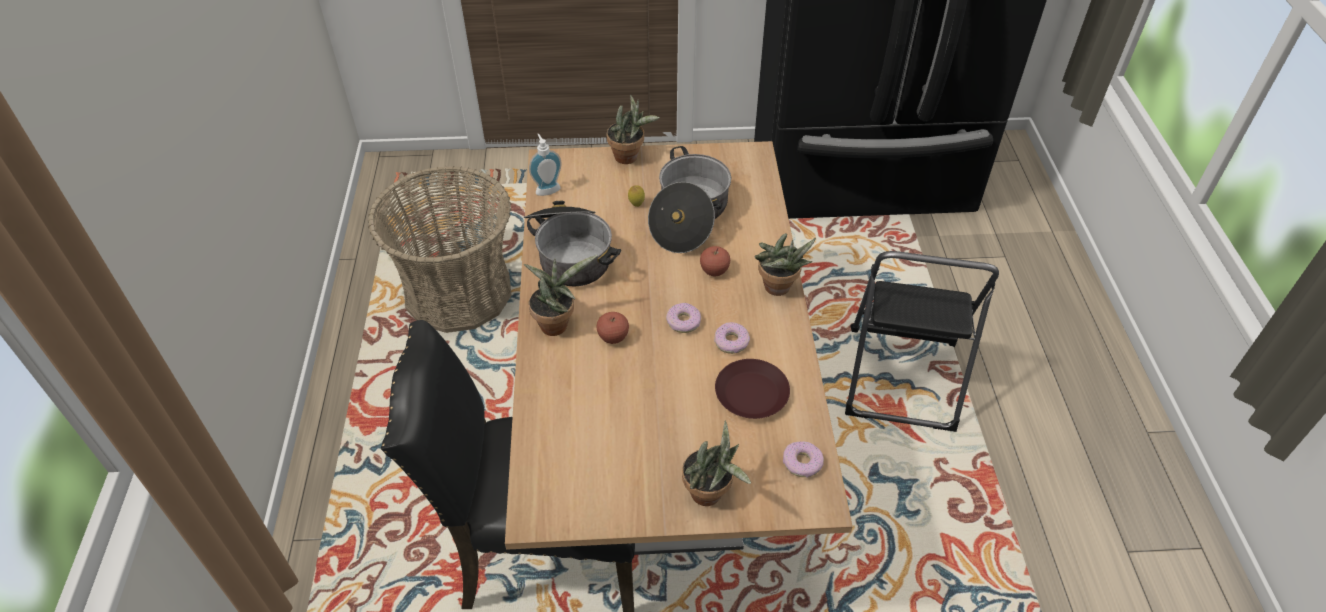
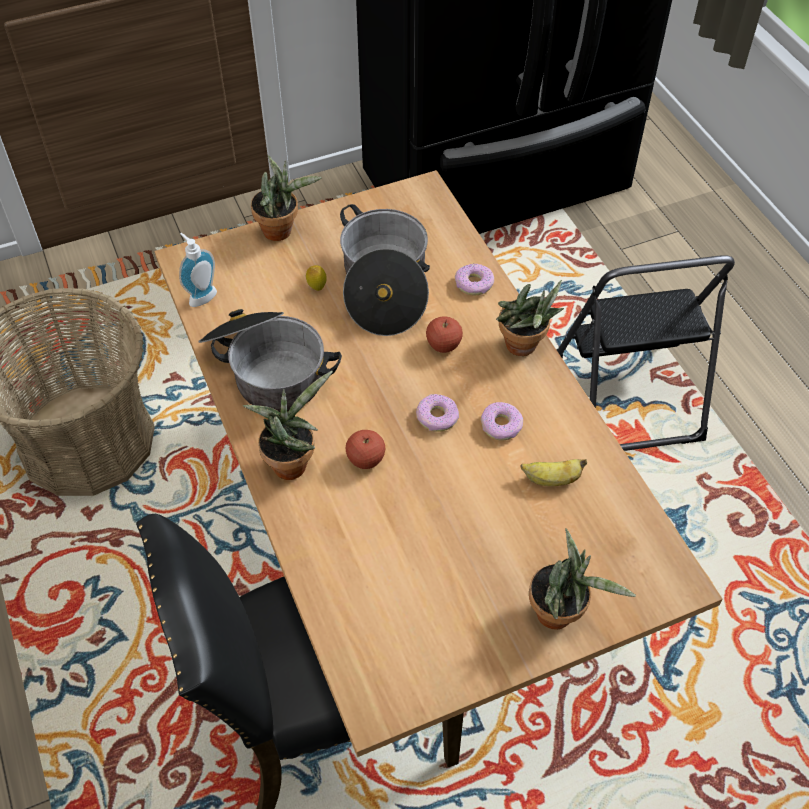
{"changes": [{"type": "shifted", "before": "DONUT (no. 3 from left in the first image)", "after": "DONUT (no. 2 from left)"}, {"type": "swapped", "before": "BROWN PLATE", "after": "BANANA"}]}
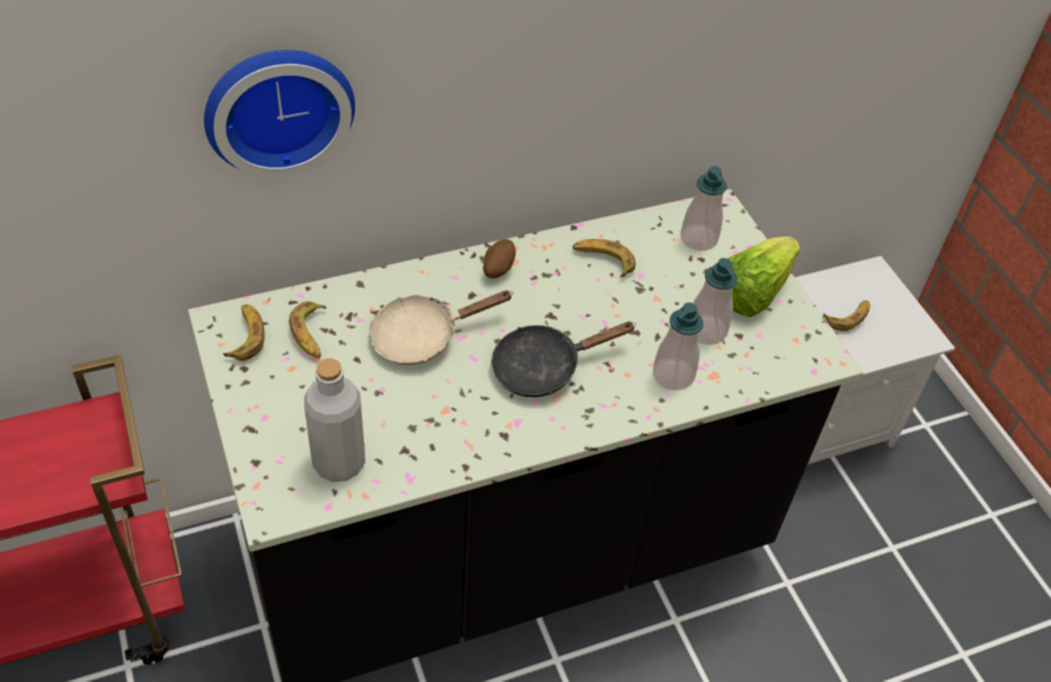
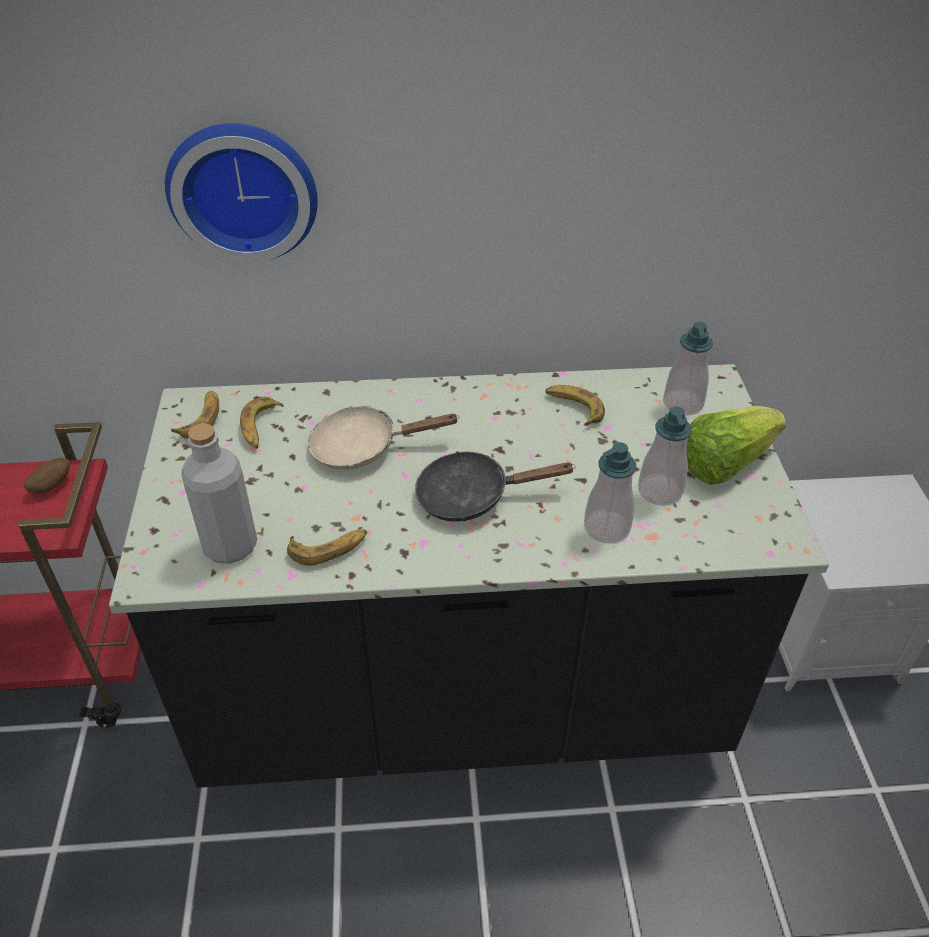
{"changes": [{"type": "shifted", "before": "POTATO"}, {"type": "shifted", "before": "BANANA (no. 4 from left in the first image)", "after": "BANANA (no. 3 from left)"}]}
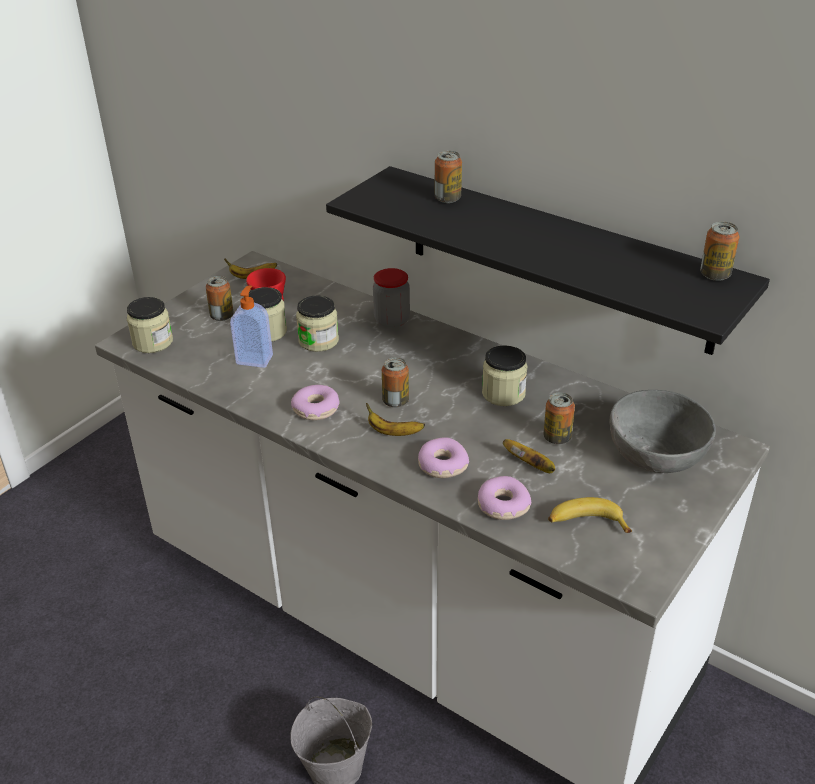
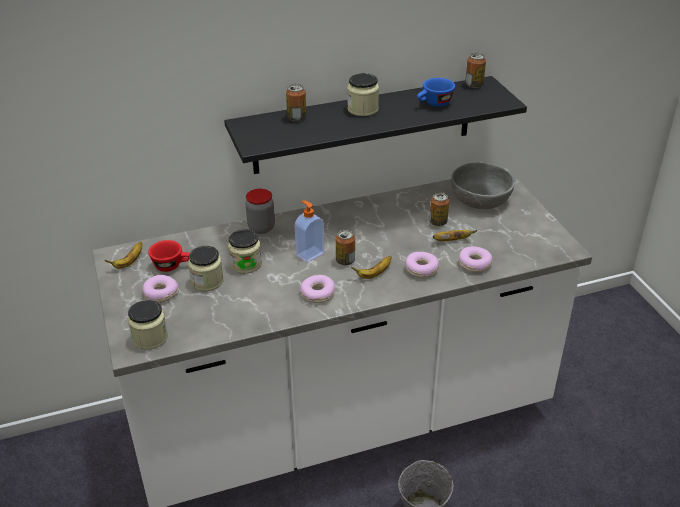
{"changes": [{"type": "swapped", "before": "CAN (no. 1 from left)", "after": "DONUT (no. 1 from left)"}, {"type": "shifted", "before": "SOAP DISPENSER"}, {"type": "shifted", "before": "JAR (no. 5 from left)"}, {"type": "new", "after": "BLUE CUP"}, {"type": "gone", "before": "BANANA (no. 4 from left)"}]}
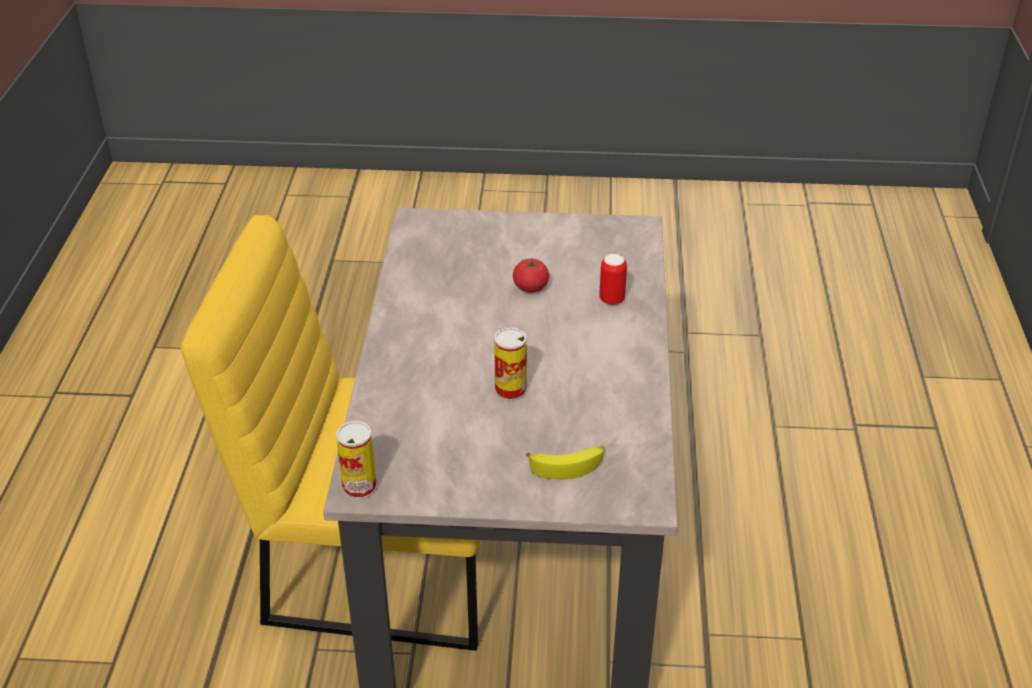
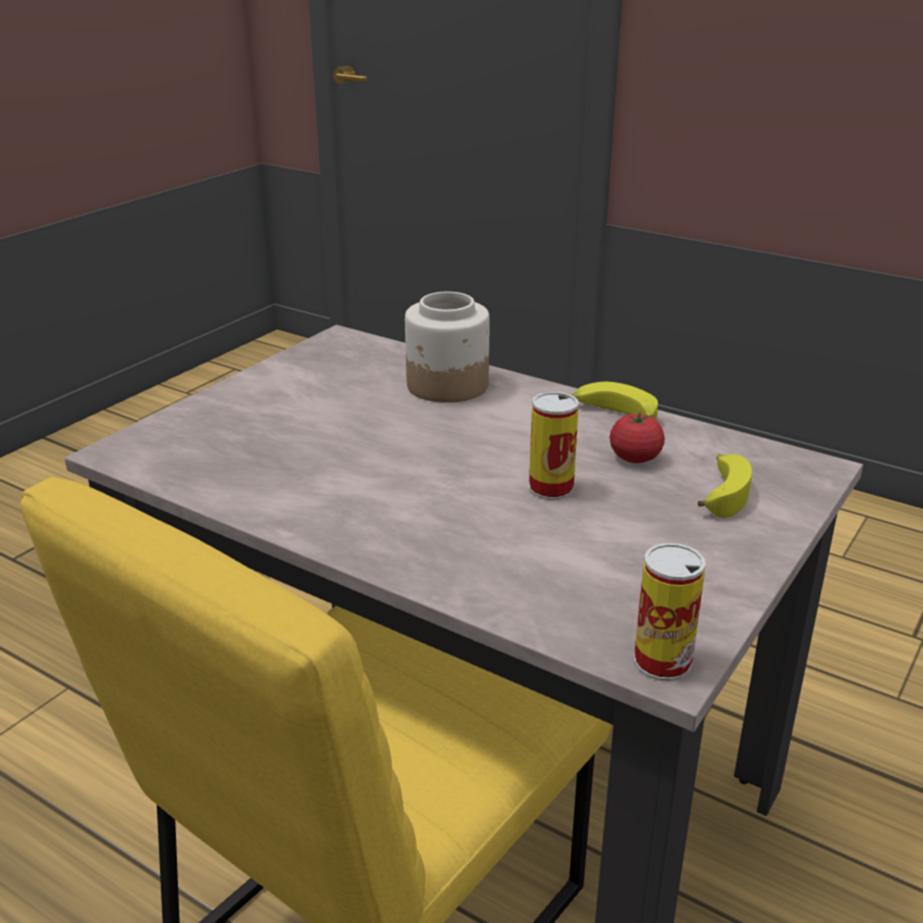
{"changes": [{"type": "swapped", "before": "CAN (no. 3 from left)", "after": "JAR"}, {"type": "new", "after": "BANANA (no. 1 from left)"}, {"type": "shifted", "before": "TOMATO"}]}
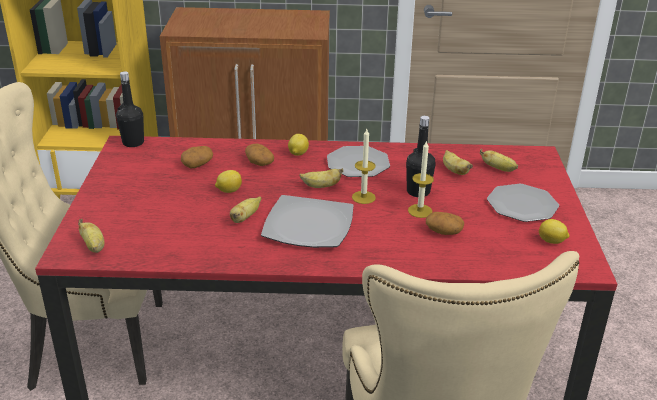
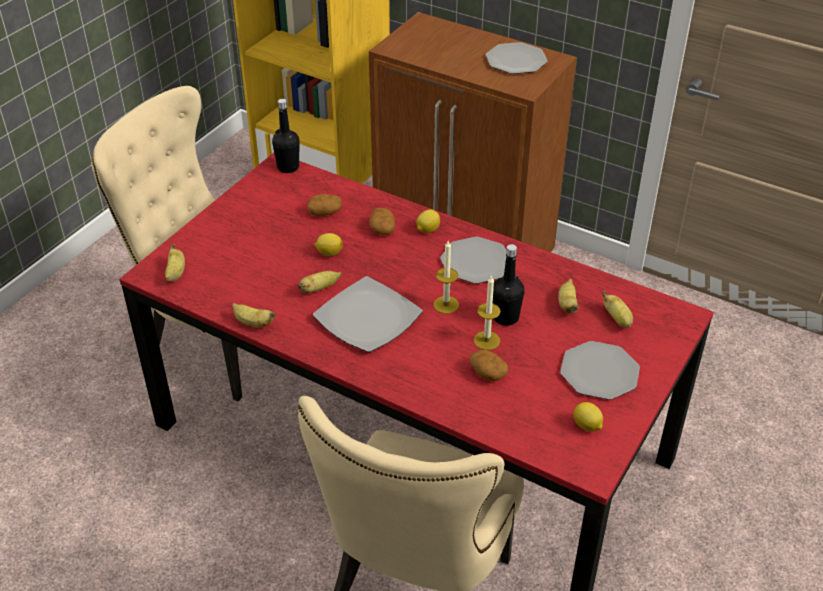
{"changes": [{"type": "shifted", "before": "BANANA (no. 3 from left in the first image)", "after": "BANANA (no. 2 from left)"}, {"type": "new", "after": "PLATE (no. 3 from left)"}]}
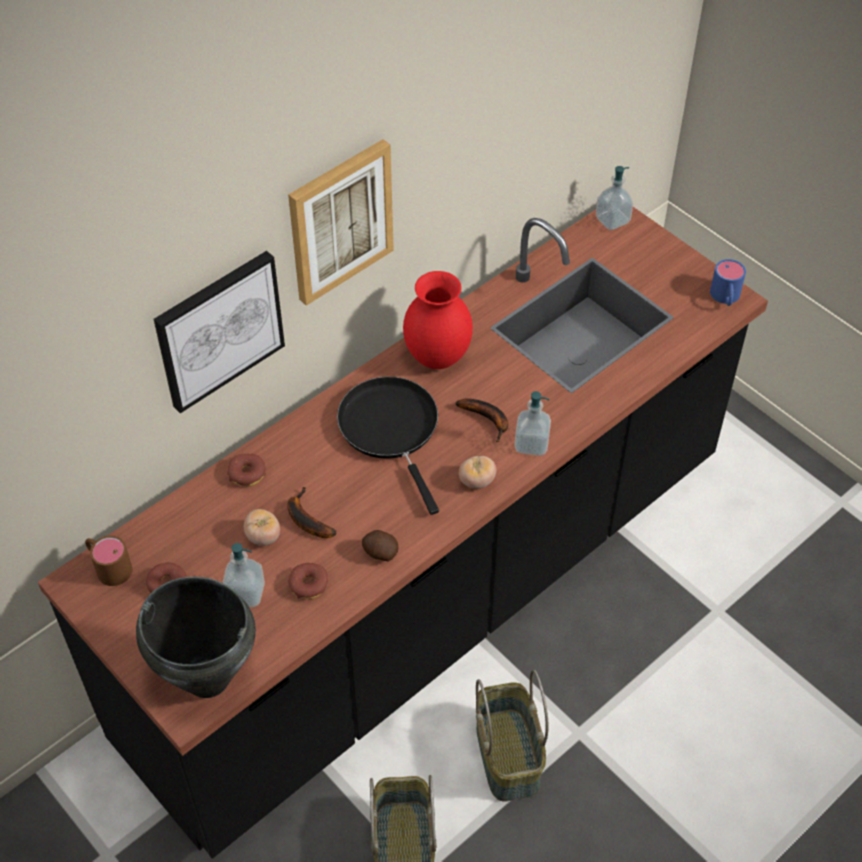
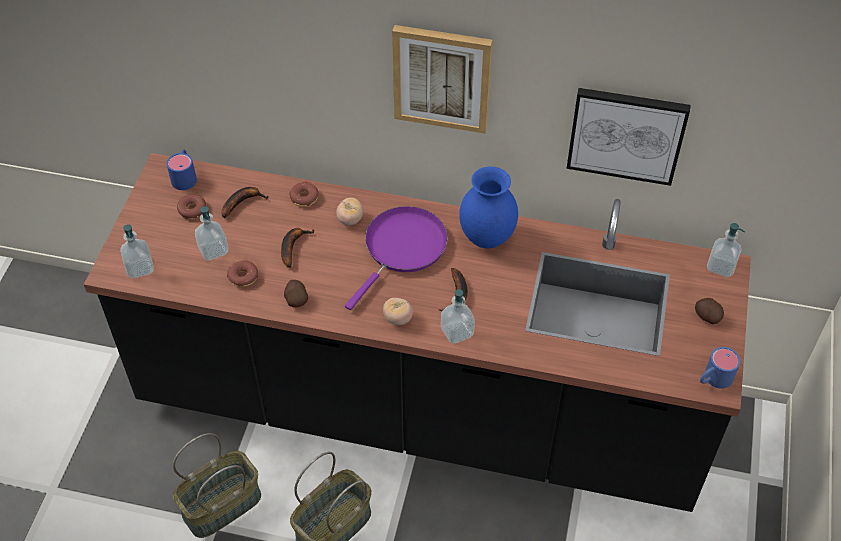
{"changes": [{"type": "swapped", "before": "BLACK COOKING POT", "after": "SOAP DISPENSER (no. 1 from left)"}, {"type": "repainted", "before": "BROWN MUG", "after": "BLUE MUG (no. 1 from left)"}, {"type": "new", "after": "BANANA (no. 1 from left)"}, {"type": "shifted", "before": "TOMATO (no. 1 from left)"}, {"type": "repainted", "before": "BLACK FRYING PAN", "after": "PURPLE FRYING PAN"}, {"type": "repainted", "before": "RED VASE", "after": "BLUE VASE"}, {"type": "shifted", "before": "PICTURE (no. 1 from left in the first image)", "after": "PICTURE (no. 2 from left)"}, {"type": "new", "after": "POTATO (no. 2 from left)"}]}
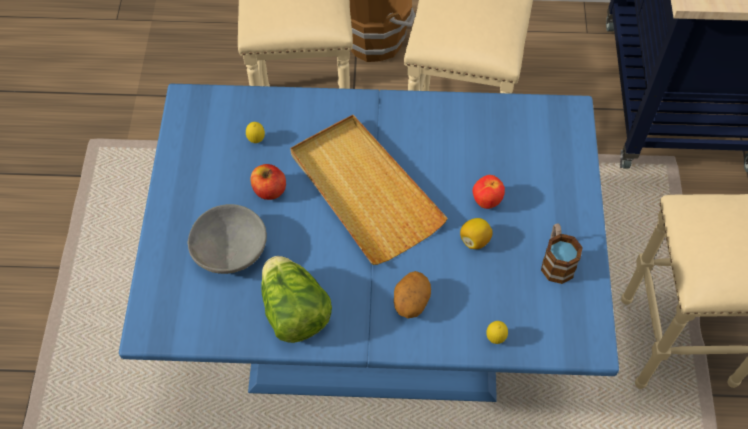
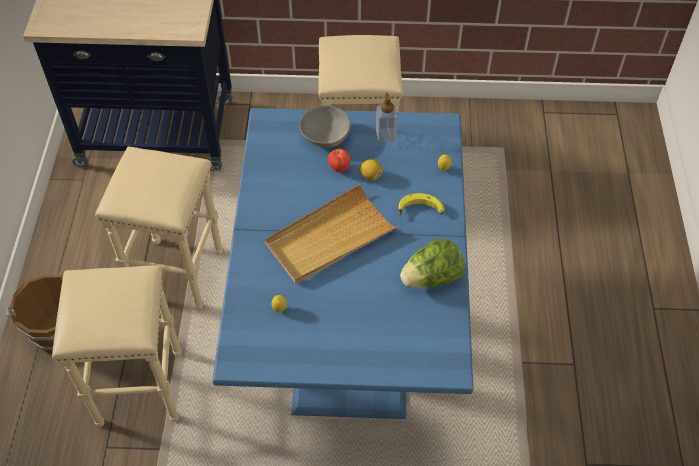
{"changes": [{"type": "shifted", "before": "GREY BOWL"}, {"type": "swapped", "before": "MUG", "after": "SOAP DISPENSER"}, {"type": "swapped", "before": "POTATO", "after": "BANANA"}, {"type": "gone", "before": "APPLE (no. 1 from left)"}]}
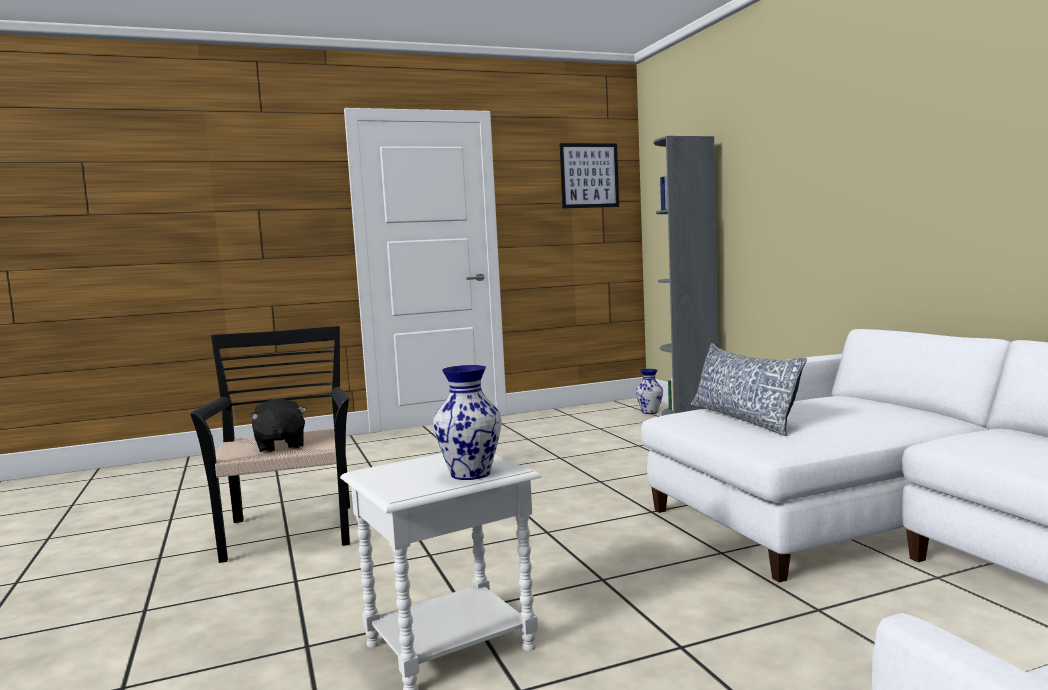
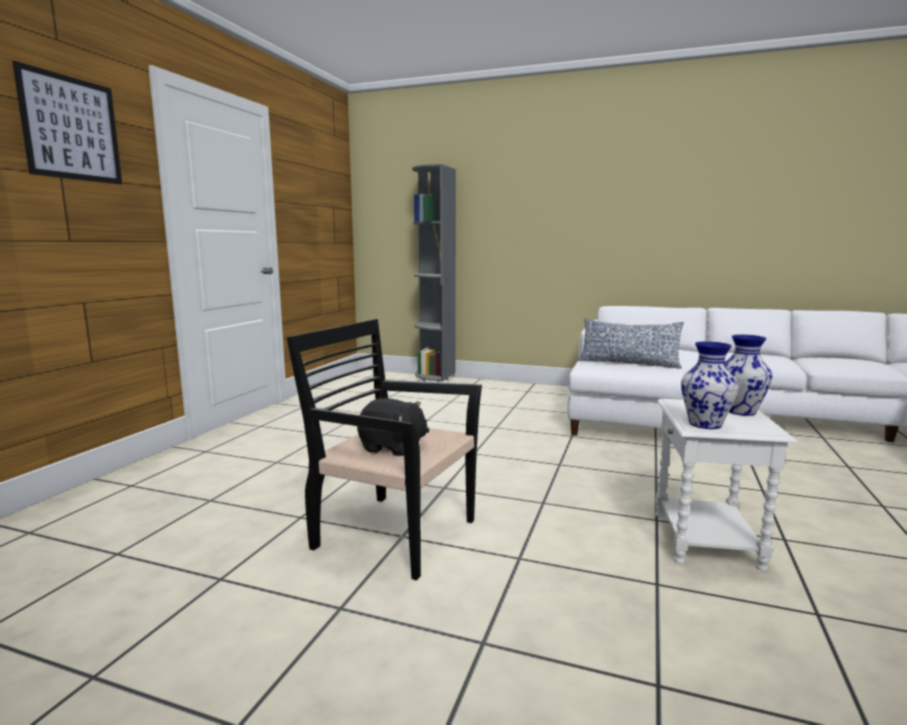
{"changes": [{"type": "shifted", "before": "PICTURE"}, {"type": "shifted", "before": "VASE (no. 2 from left in the first image)", "after": "VASE (no. 1 from left)"}]}
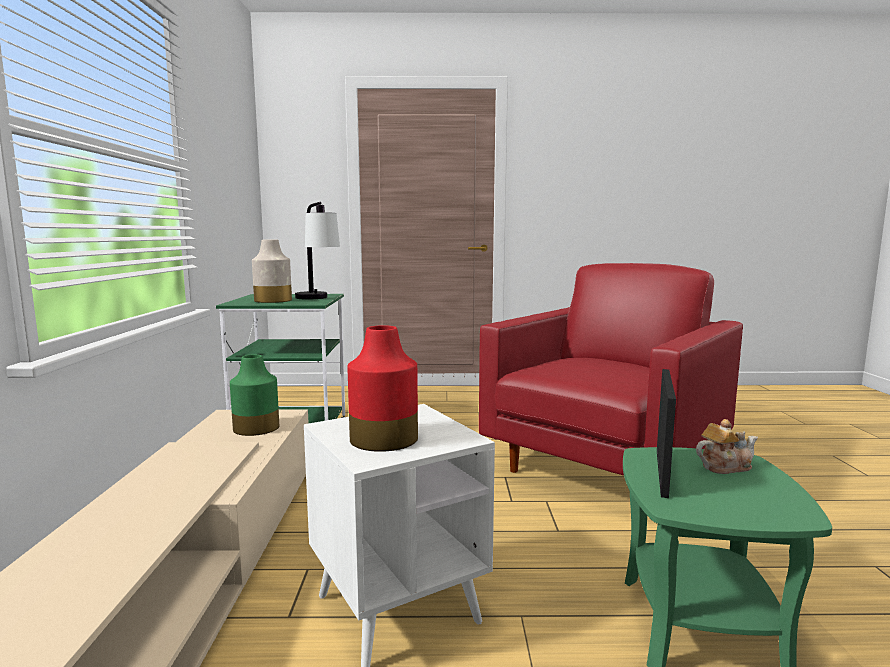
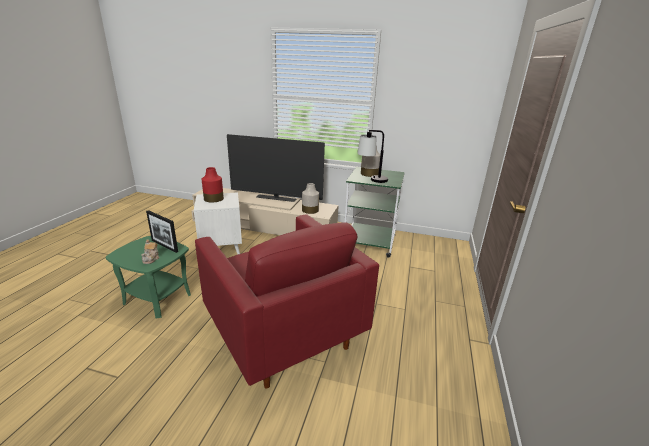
{"changes": [{"type": "new", "after": "TELEVISION"}, {"type": "repainted", "before": "GREEN VASE", "after": "BEIGE VASE (no. 1 from left)"}]}
